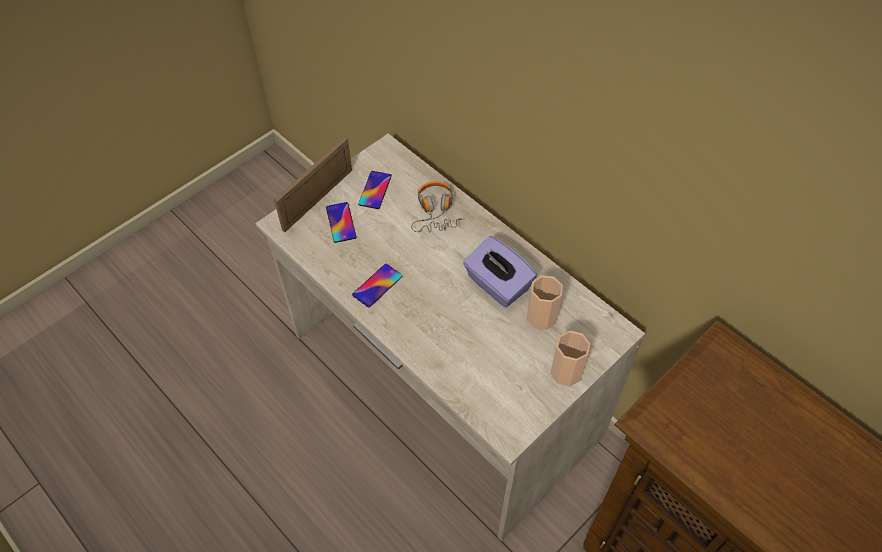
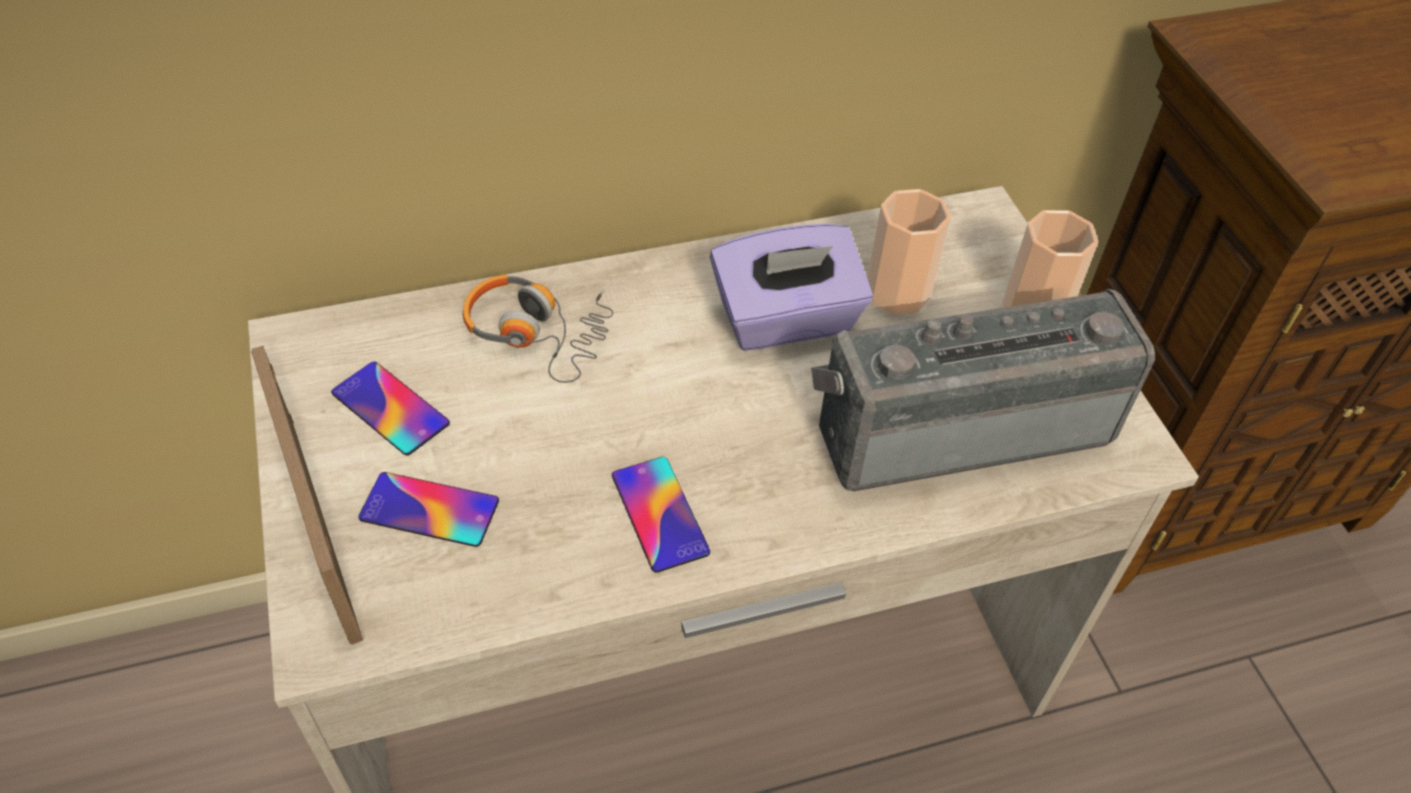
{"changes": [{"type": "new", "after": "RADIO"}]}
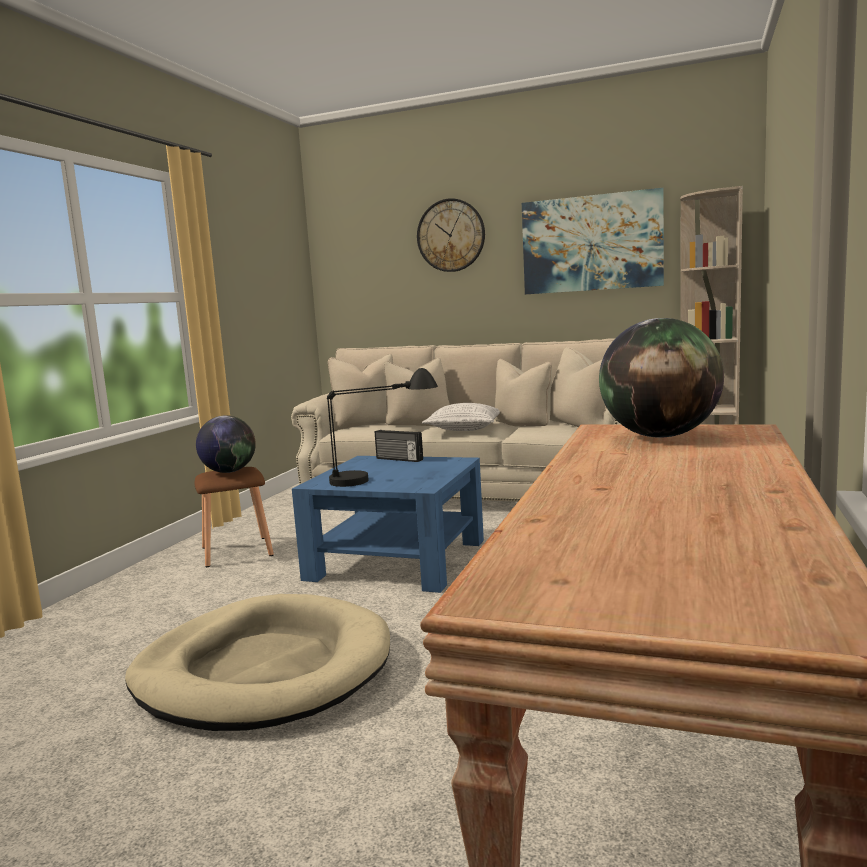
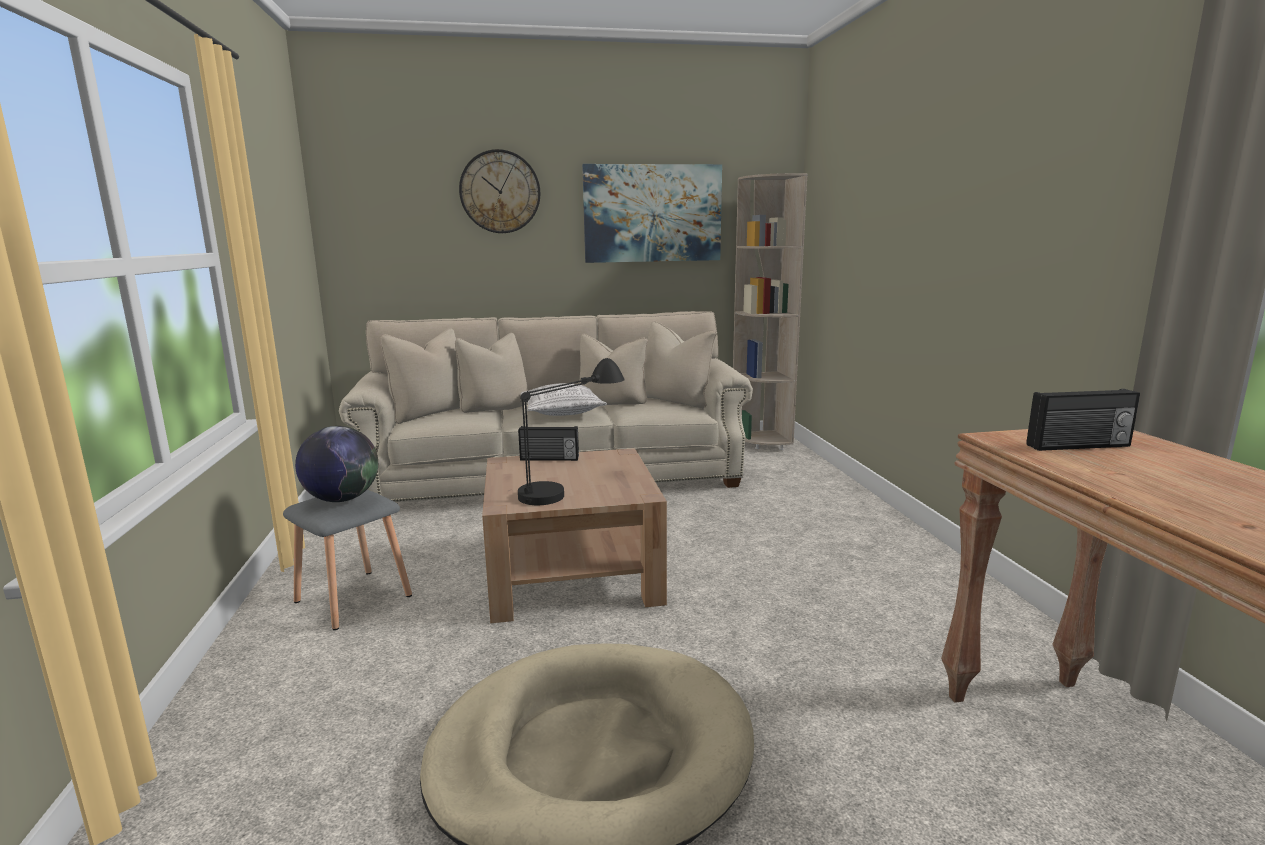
{"changes": [{"type": "repainted", "before": "BROWN STOOL", "after": "GREY STOOL"}, {"type": "repainted", "before": "BLUE COFFEE TABLE", "after": "BROWN COFFEE TABLE"}, {"type": "swapped", "before": "GLOBE (no. 2 from left)", "after": "RADIO (no. 2 from left)"}]}
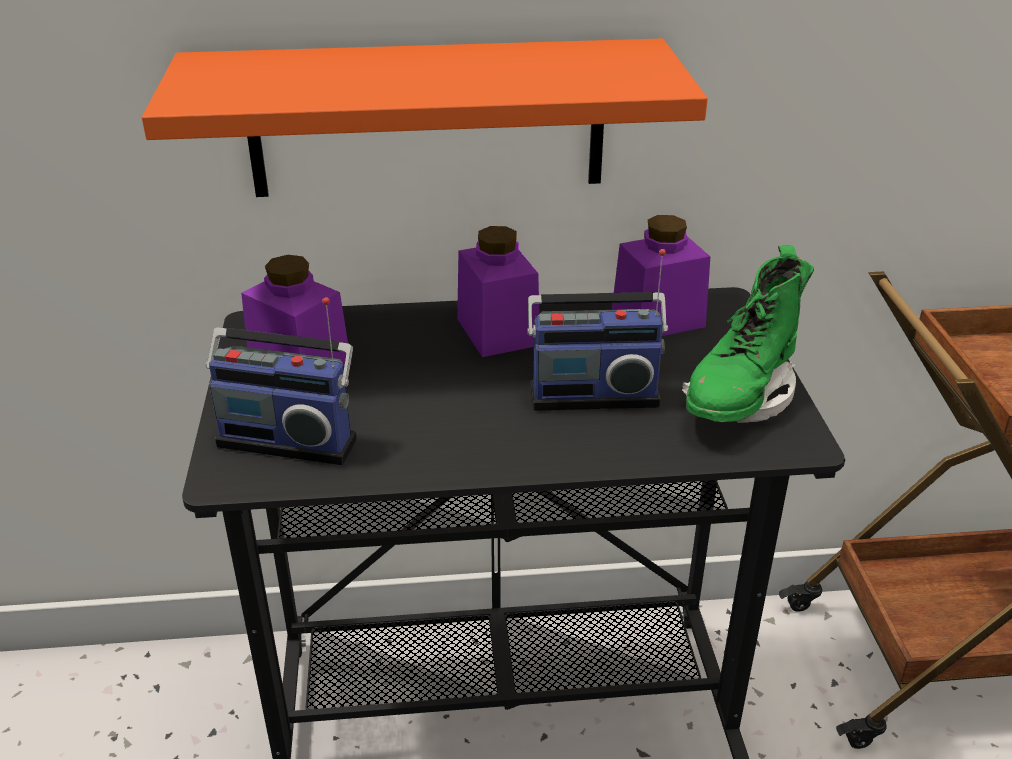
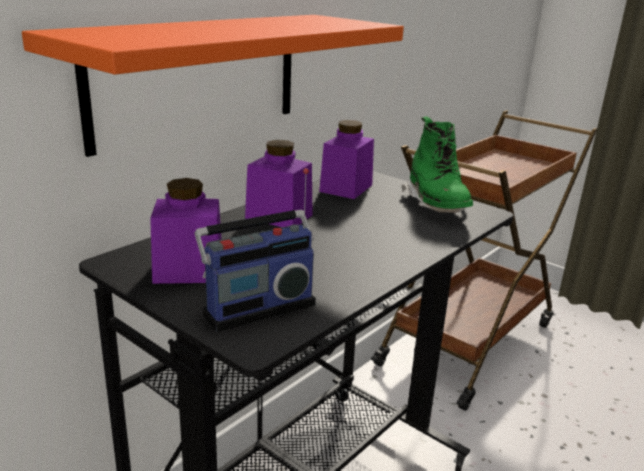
{"changes": [{"type": "gone", "before": "RADIO (no. 2 from left)"}]}
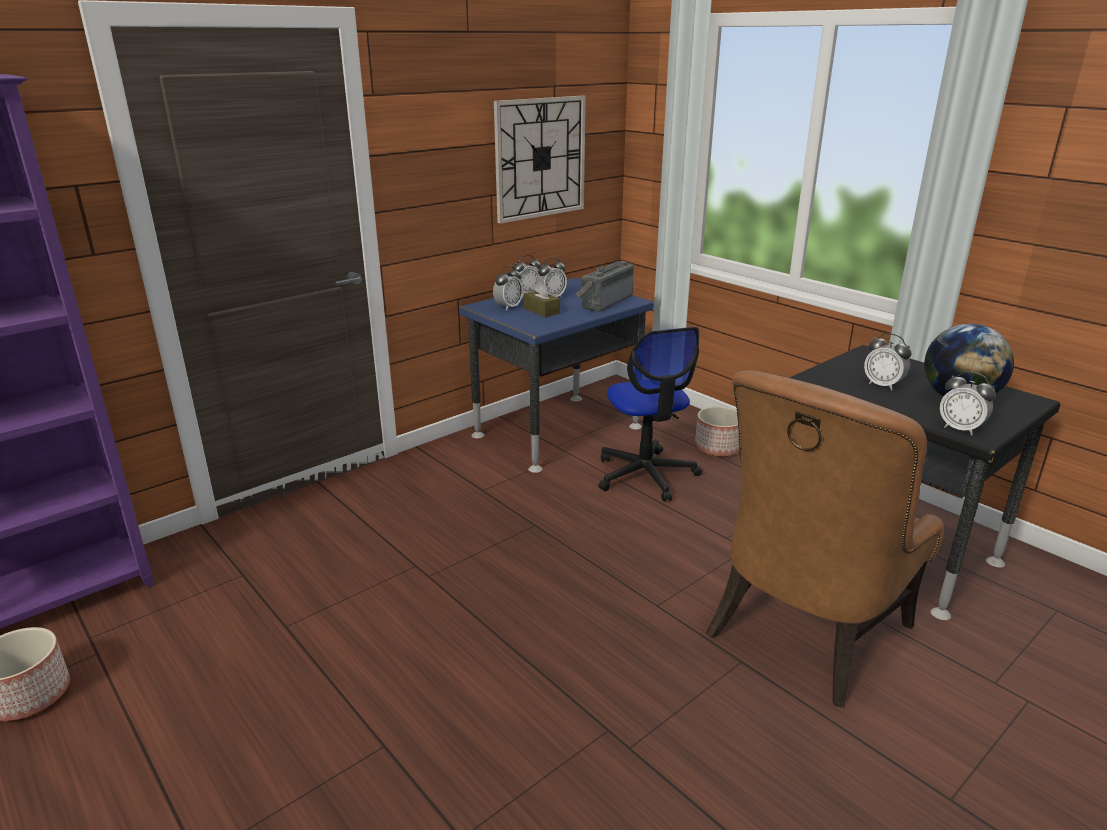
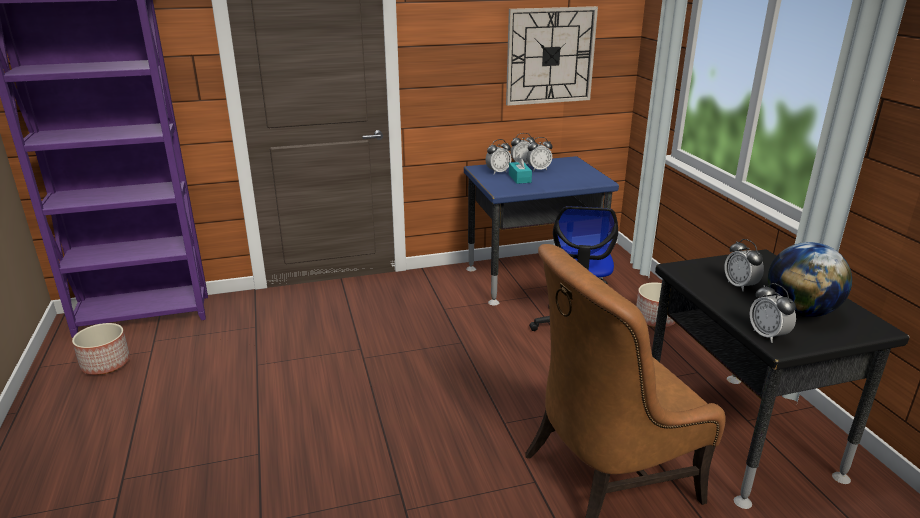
{"changes": [{"type": "repainted", "before": "BROWN TISSUE BOX", "after": "TURQUOISE TISSUE BOX"}, {"type": "gone", "before": "RADIO"}]}
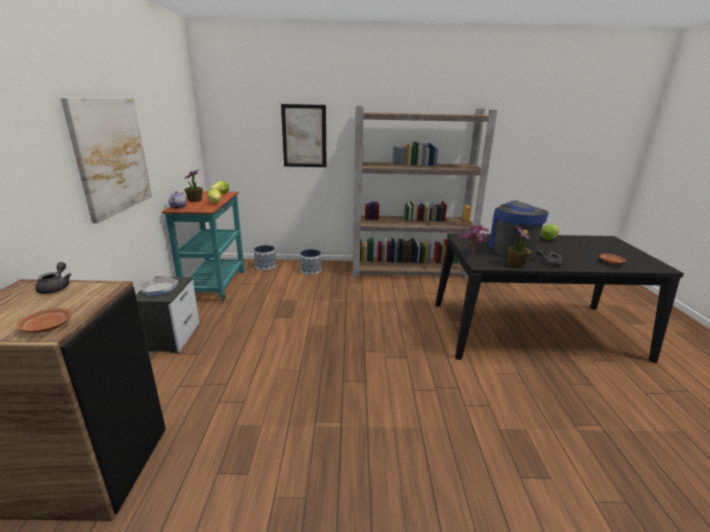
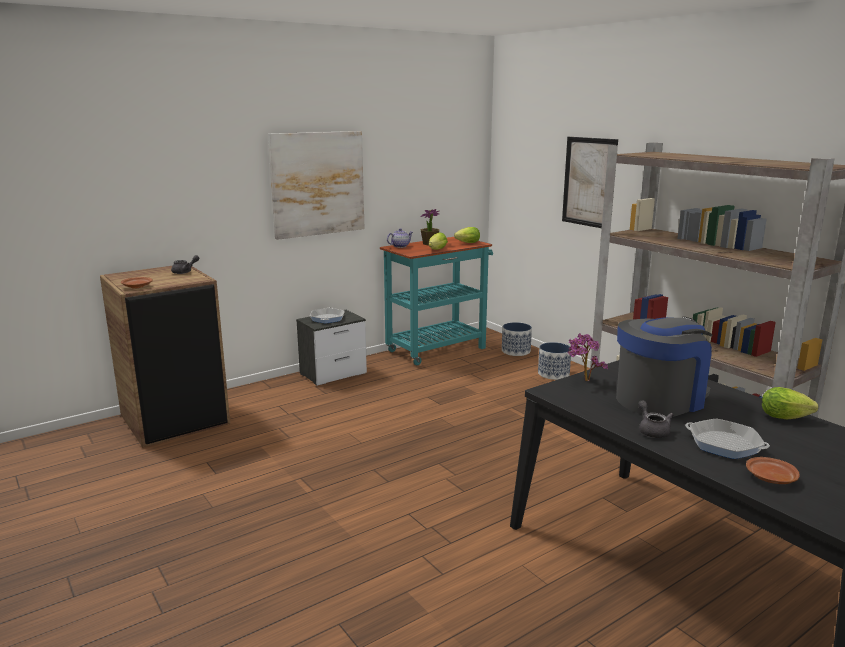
{"changes": [{"type": "new", "after": "FRYING PAN (no. 2 from left)"}, {"type": "gone", "before": "POTTED PLANT (no. 3 from left)"}]}
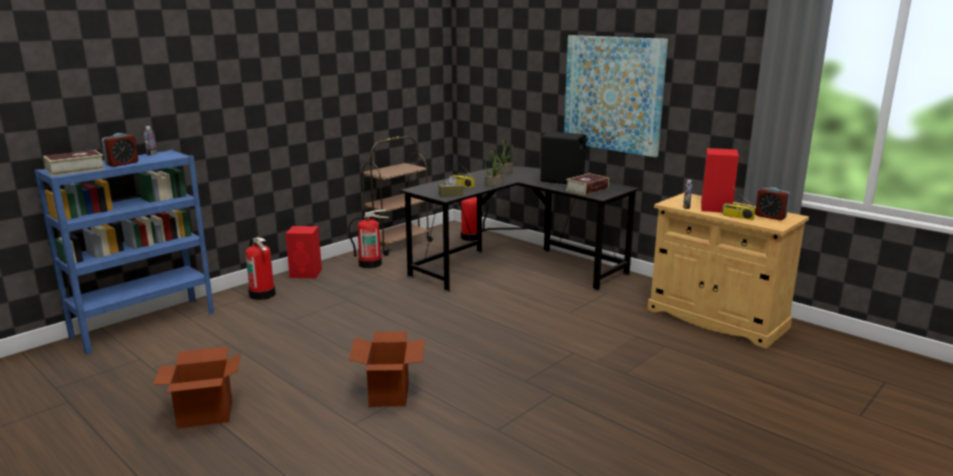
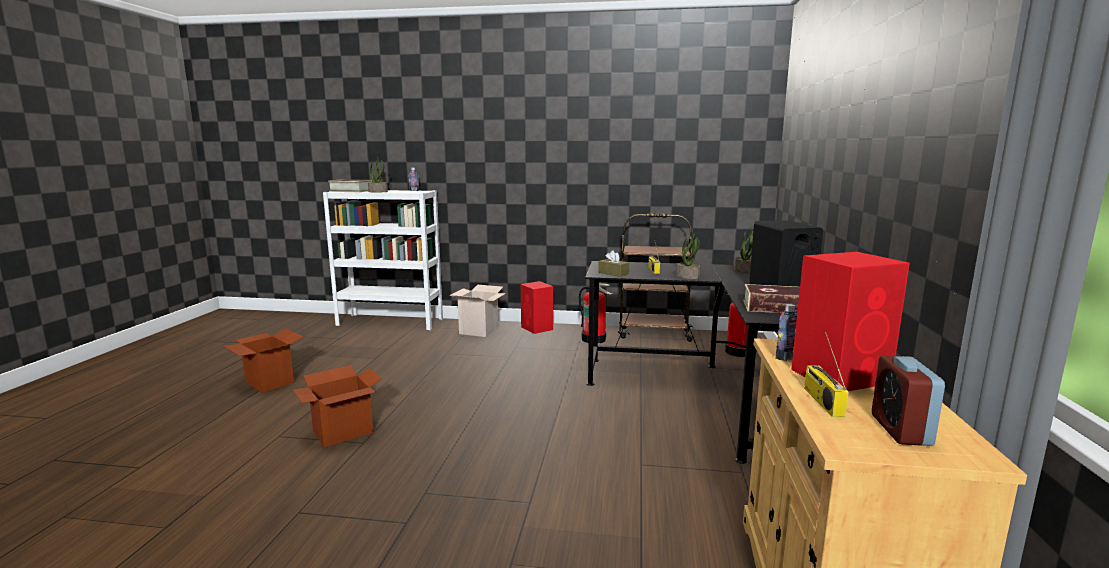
{"changes": [{"type": "repainted", "before": "BLUE BOOKCASE", "after": "WHITE BOOKCASE"}, {"type": "swapped", "before": "ALARM CLOCK (no. 1 from left)", "after": "POTTED PLANT (no. 1 from left)"}, {"type": "swapped", "before": "FIRE EXTINGUISHER (no. 1 from left)", "after": "CARDBOARD BOX (no. 3 from left)"}, {"type": "gone", "before": "PICTURE"}]}
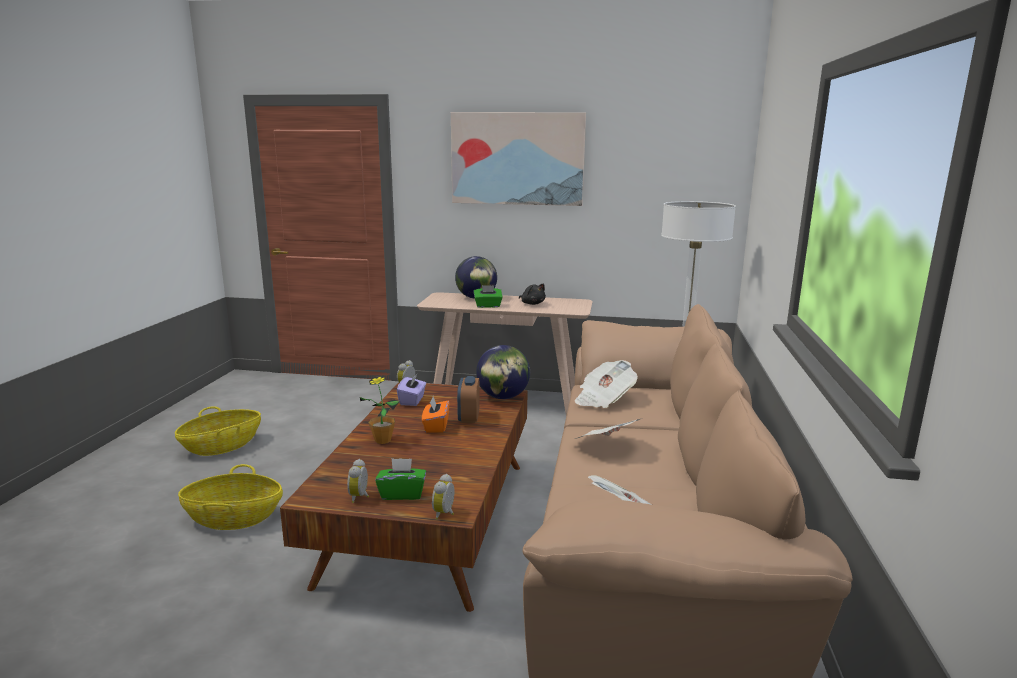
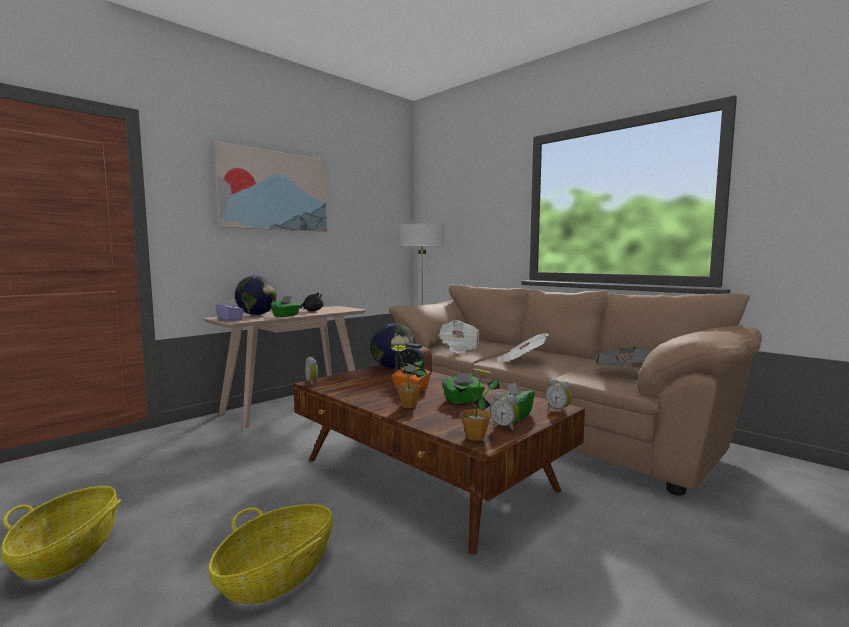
{"changes": [{"type": "shifted", "before": "PURPLE TISSUE BOX"}, {"type": "new", "after": "GREEN TISSUE BOX (no. 2 from left)"}, {"type": "new", "after": "POTTED PLANT (no. 2 from left)"}]}
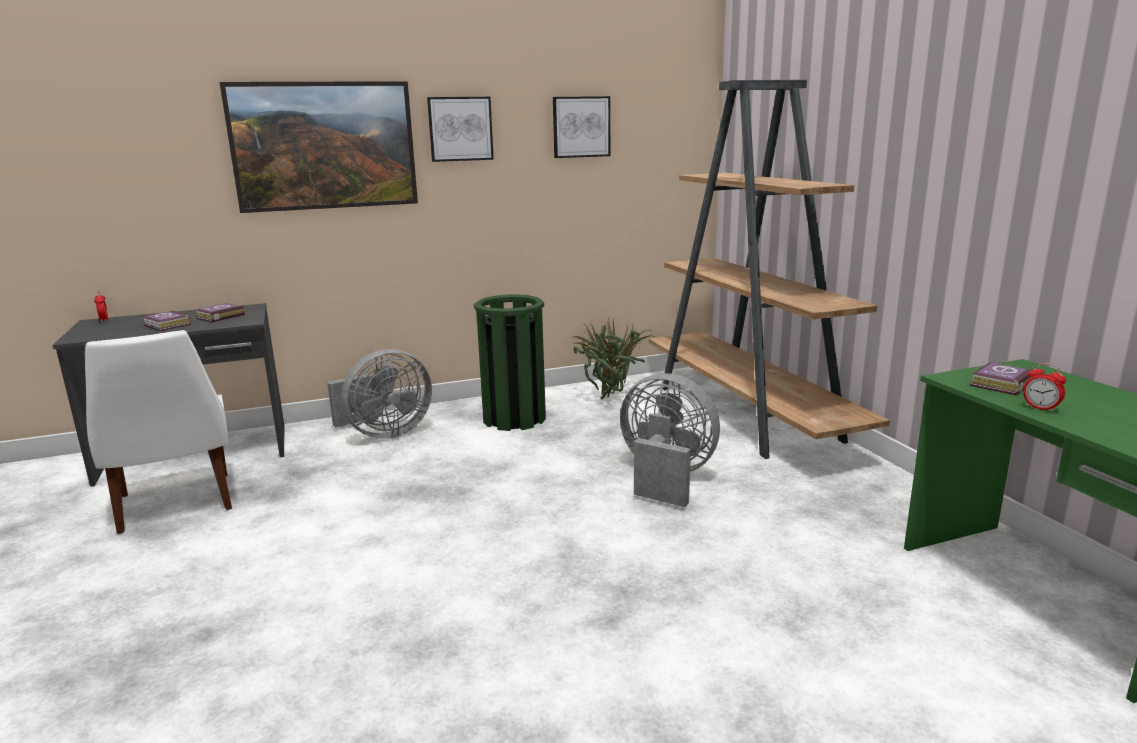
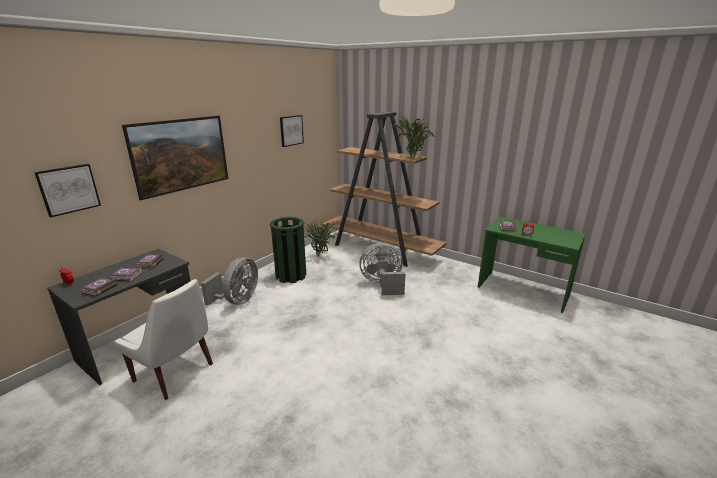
{"changes": [{"type": "shifted", "before": "PICTURE (no. 2 from left in the first image)", "after": "PICTURE (no. 1 from left)"}, {"type": "new", "after": "BOOK (no. 1 from left)"}, {"type": "new", "after": "POTTED PLANT (no. 2 from left)"}]}
